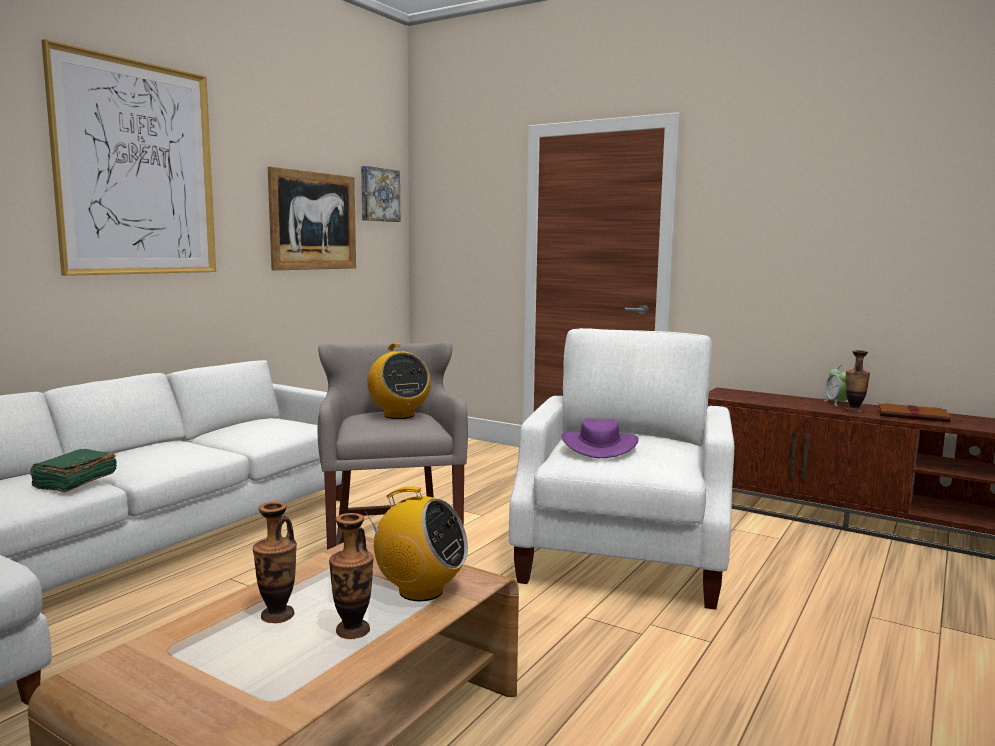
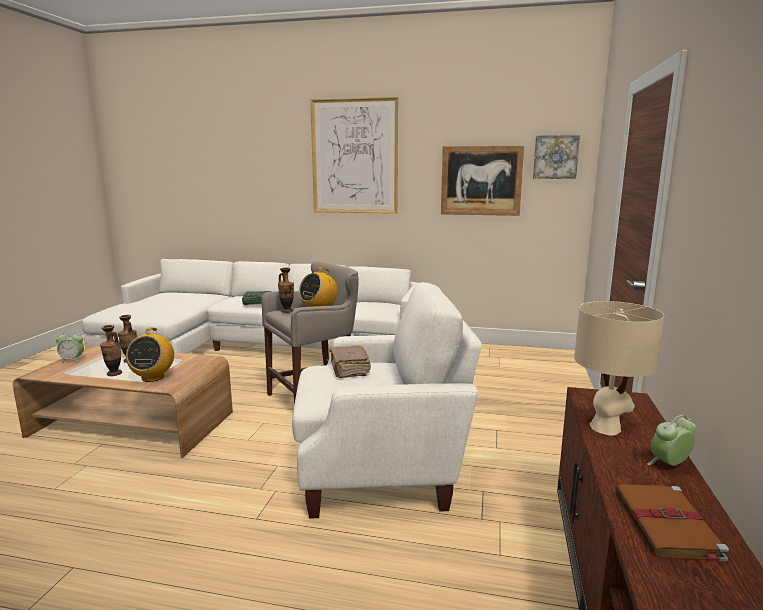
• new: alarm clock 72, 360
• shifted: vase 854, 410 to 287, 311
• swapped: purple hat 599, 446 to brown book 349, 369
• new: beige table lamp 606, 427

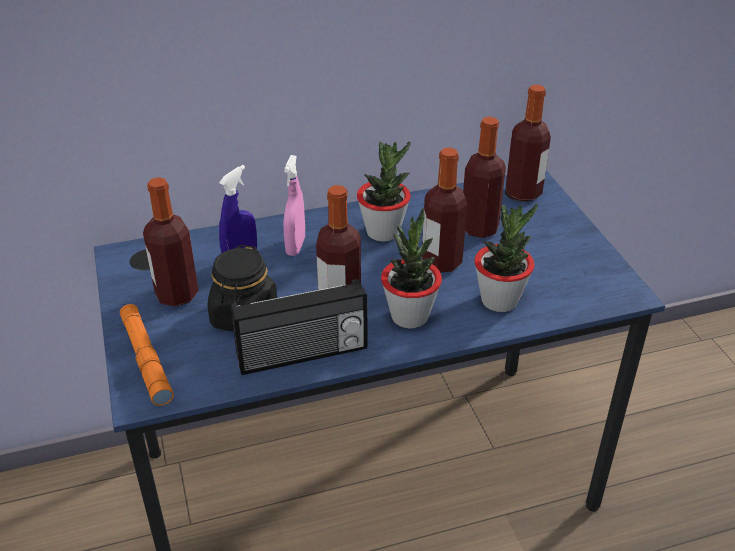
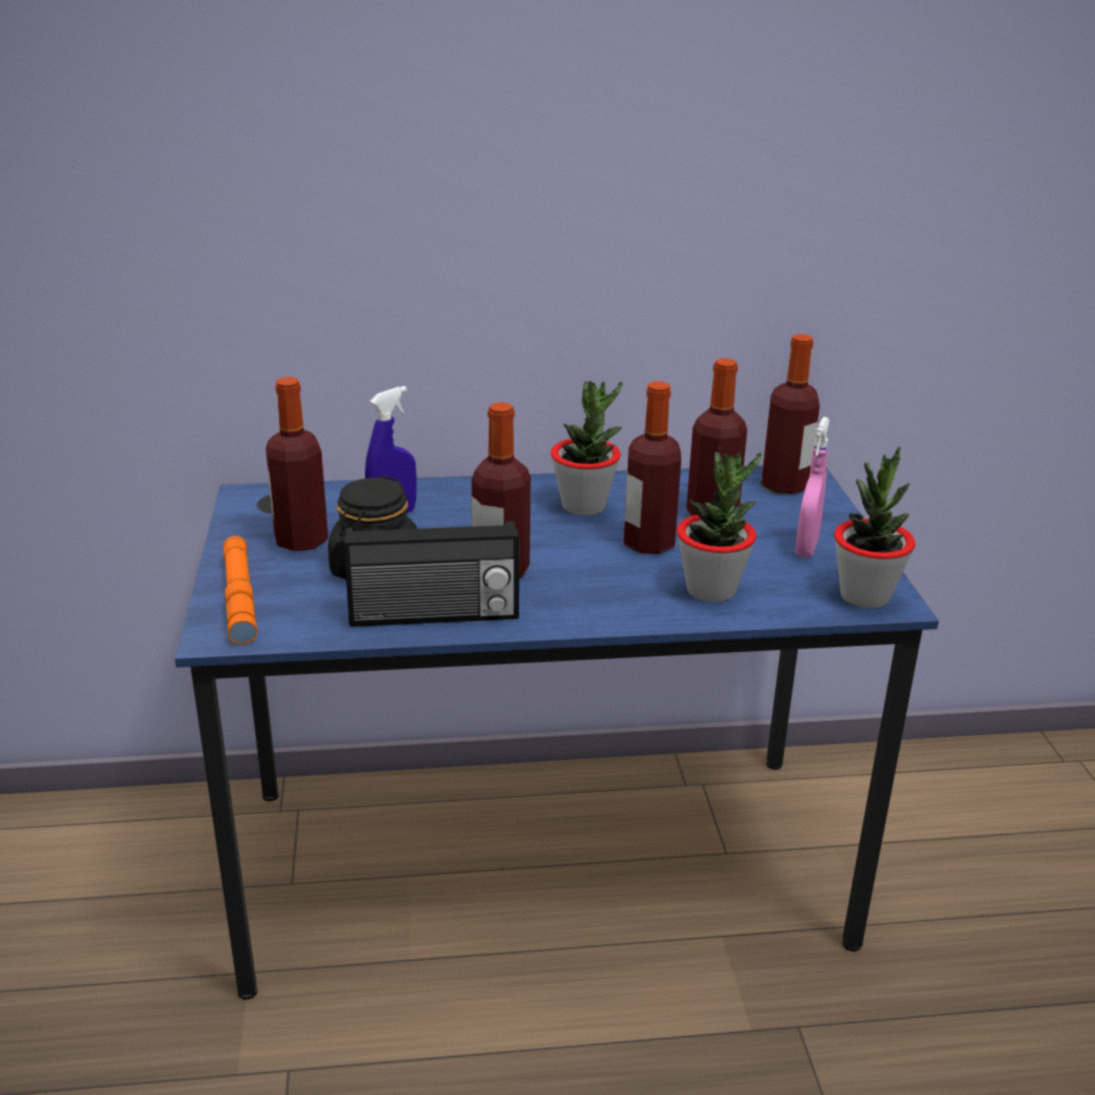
• shifted: pink spray bottle 295, 246 to 806, 548
• shifted: potted plant 409, 316 to 865, 596

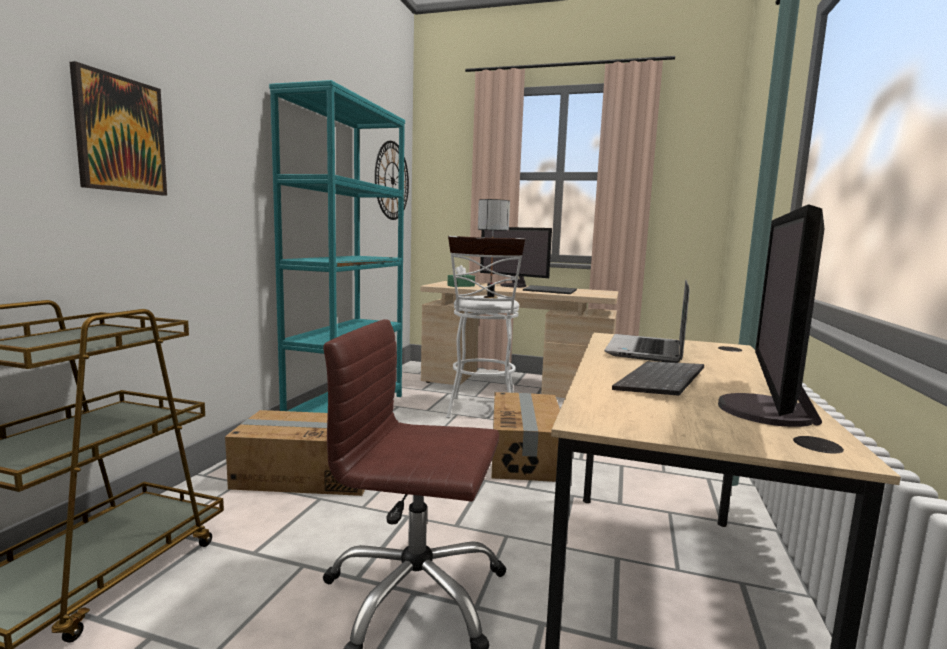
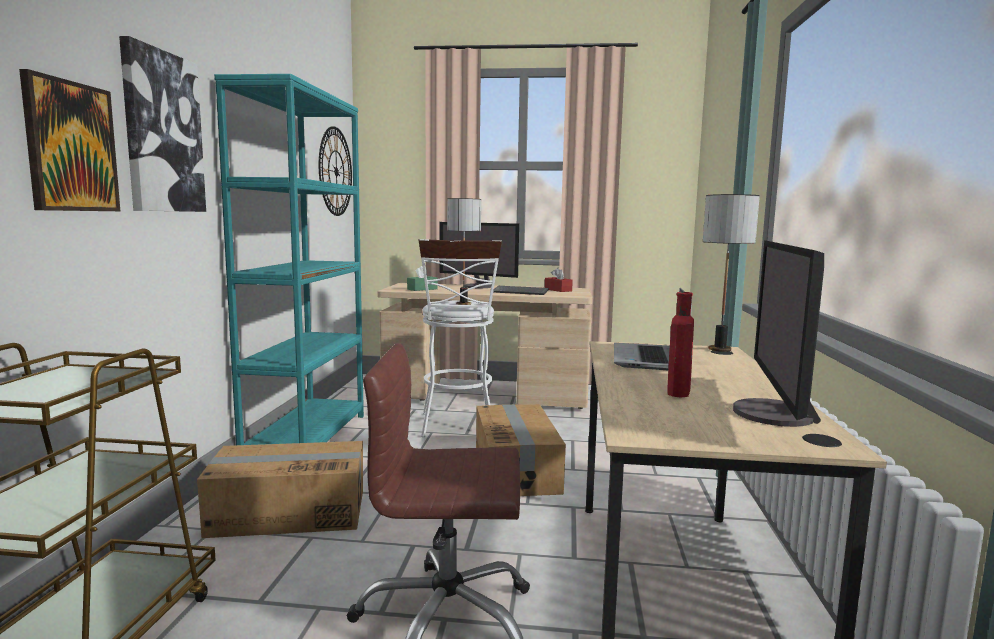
• new: picture 162, 132
• new: red tissue box 558, 290
• swapped: keyboard 663, 381 to red bottle 678, 391
• new: table lamp 720, 349

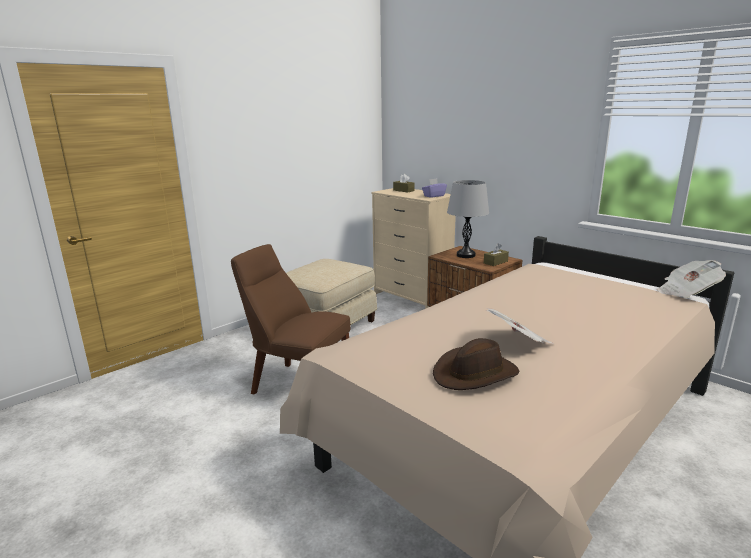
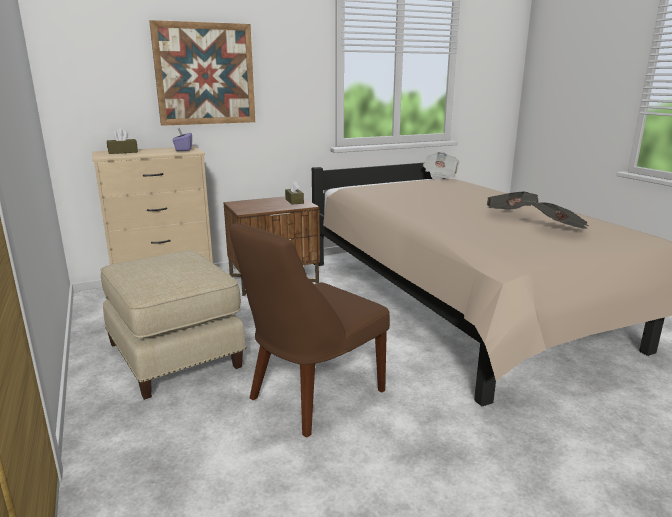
• new: picture 205, 74
• swapped: brown hat 475, 374 to newspaper 560, 231
• gone: grey table lamp 465, 255

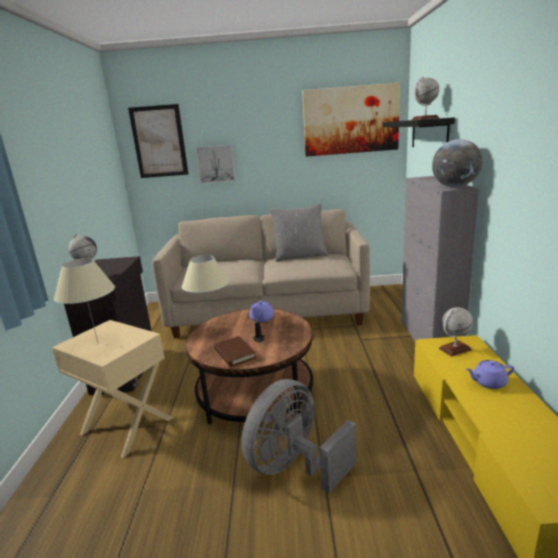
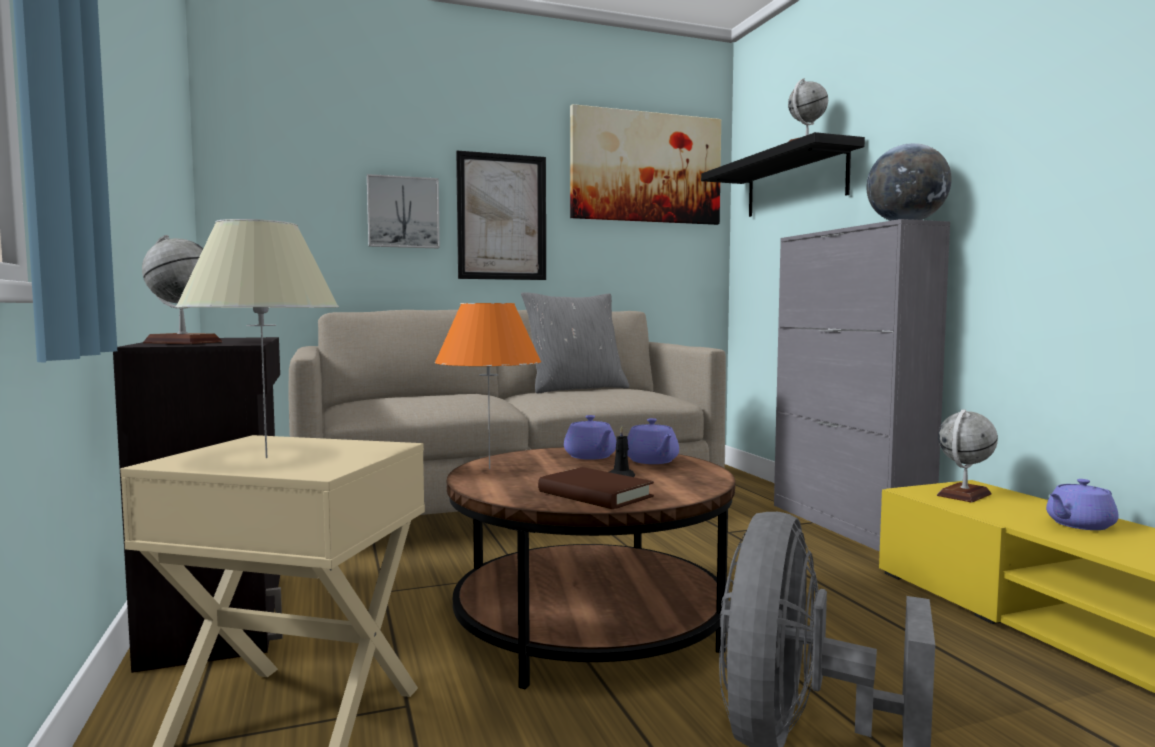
• repainted: beige table lamp 211, 327 to orange table lamp 489, 469
• shifted: picture 159, 142 to 502, 217
• new: purple teapot 652, 461

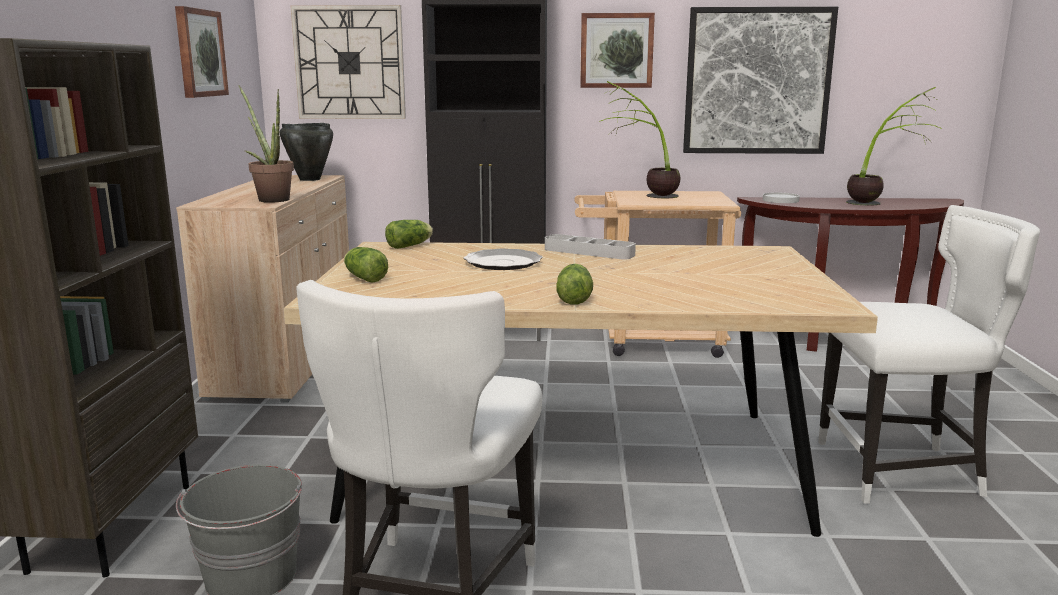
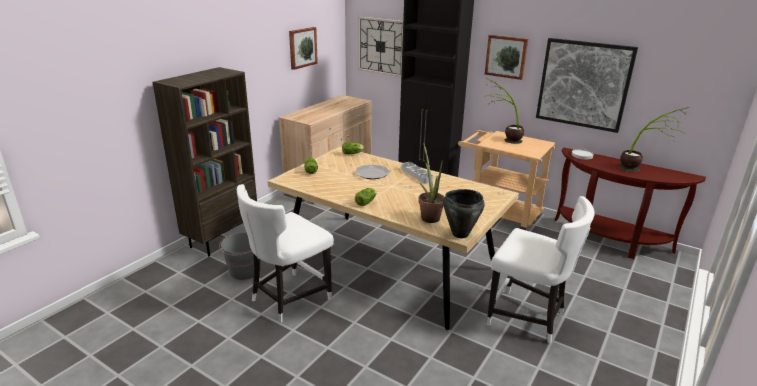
• shifted: potted plant 270, 199 to 429, 216
• shifted: black cooking pot 309, 179 to 459, 234

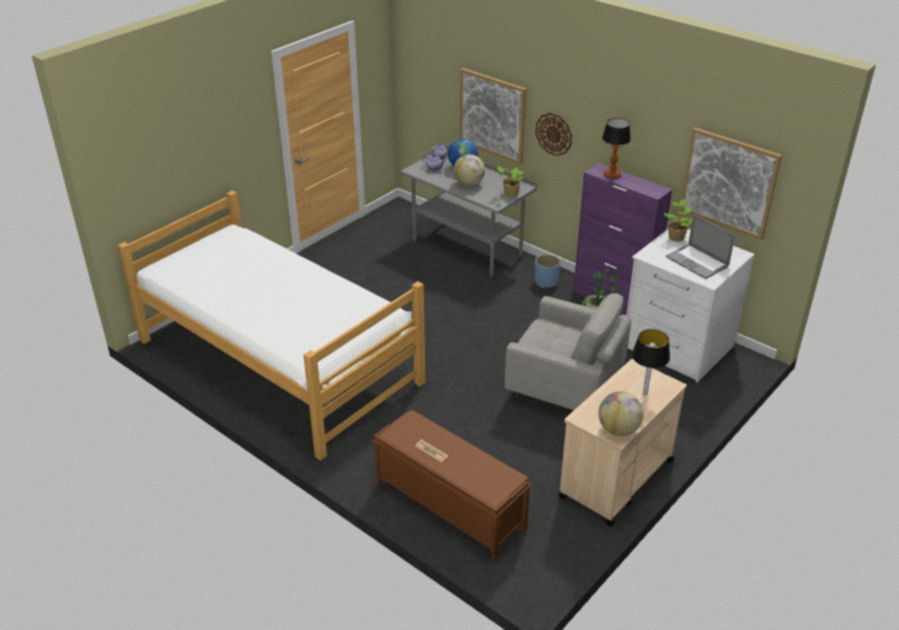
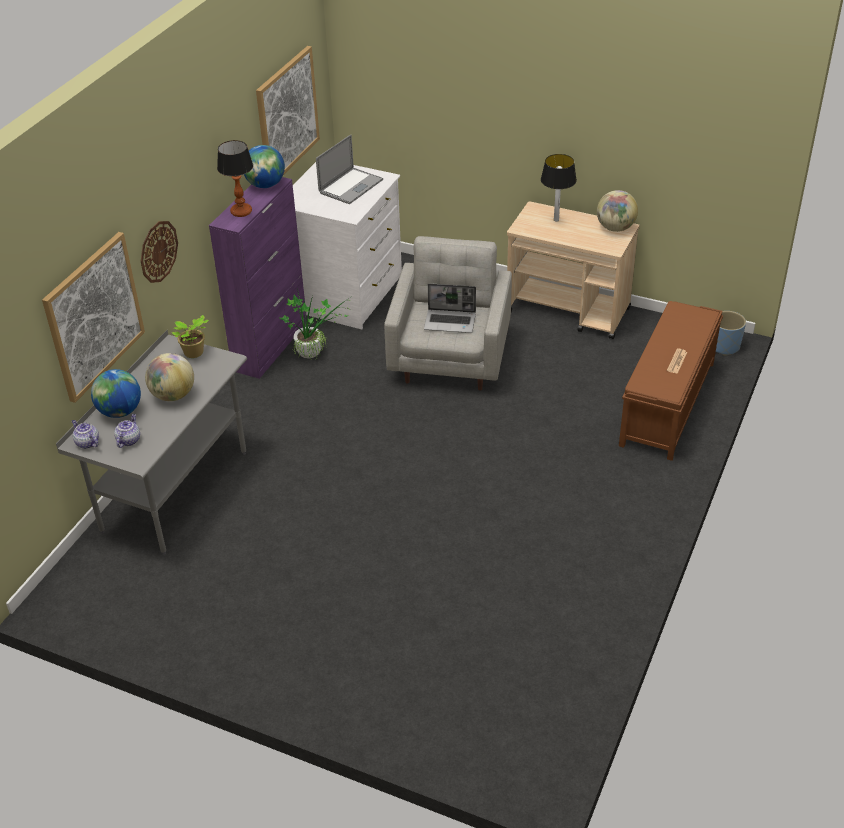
• new: globe 265, 185
• new: laptop 450, 322
• shifted: blue planter 546, 282 to 725, 346
• gone: bed 279, 361
• gone: potted plant 676, 237

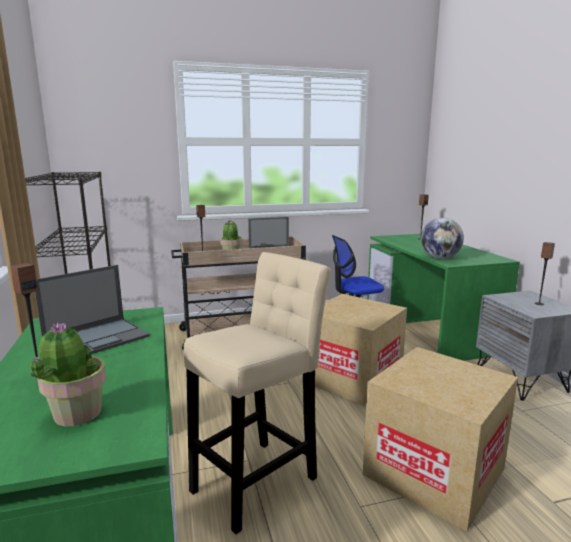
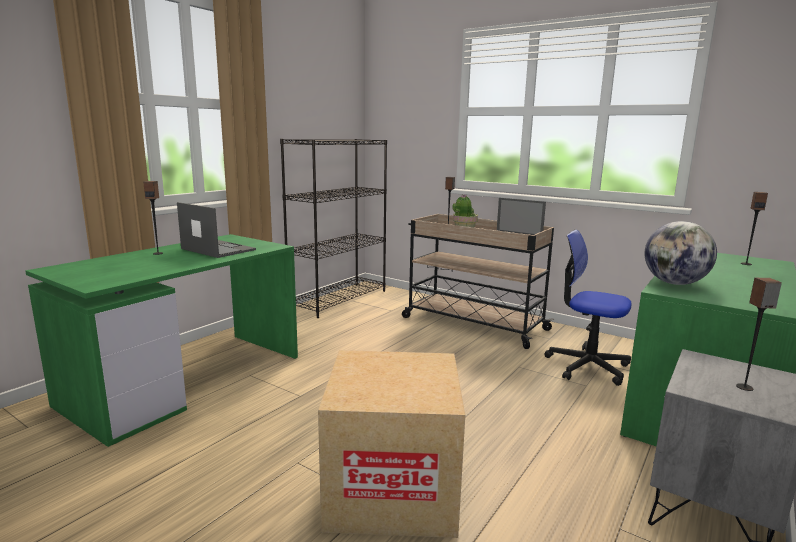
• rotated: laptop 97, 338 = 217, 249 150 degrees counterclockwise
• gone: potted plant 76, 414
• gone: beige stool 259, 480
• gone: cardboard box 352, 378

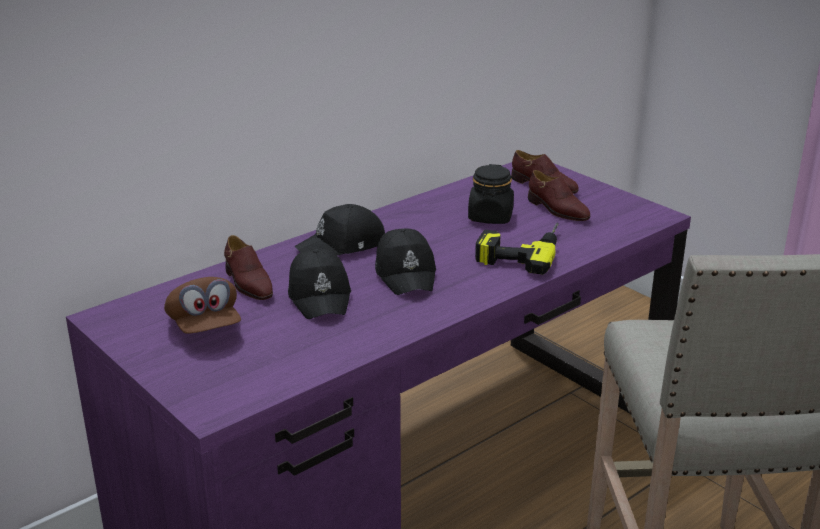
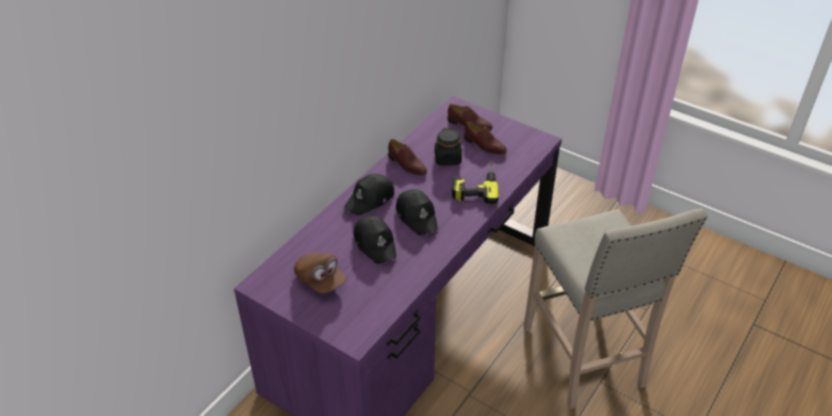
• shifted: brown shoe 248, 283 to 407, 165

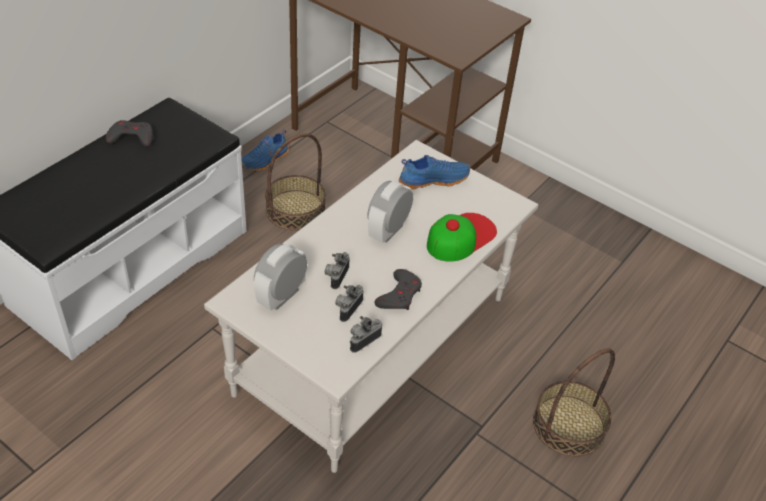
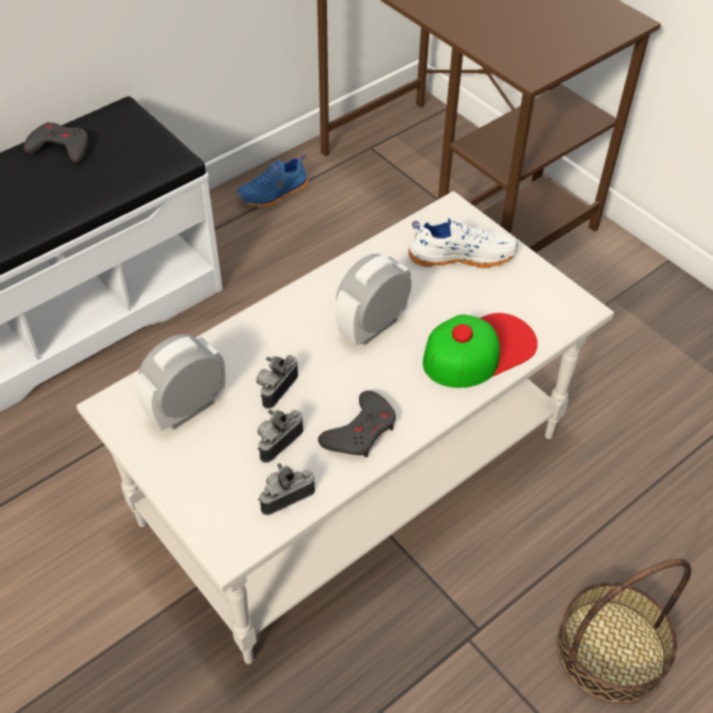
• repainted: blue shoe 433, 179 to white shoe 461, 255
• gone: basket 295, 210

